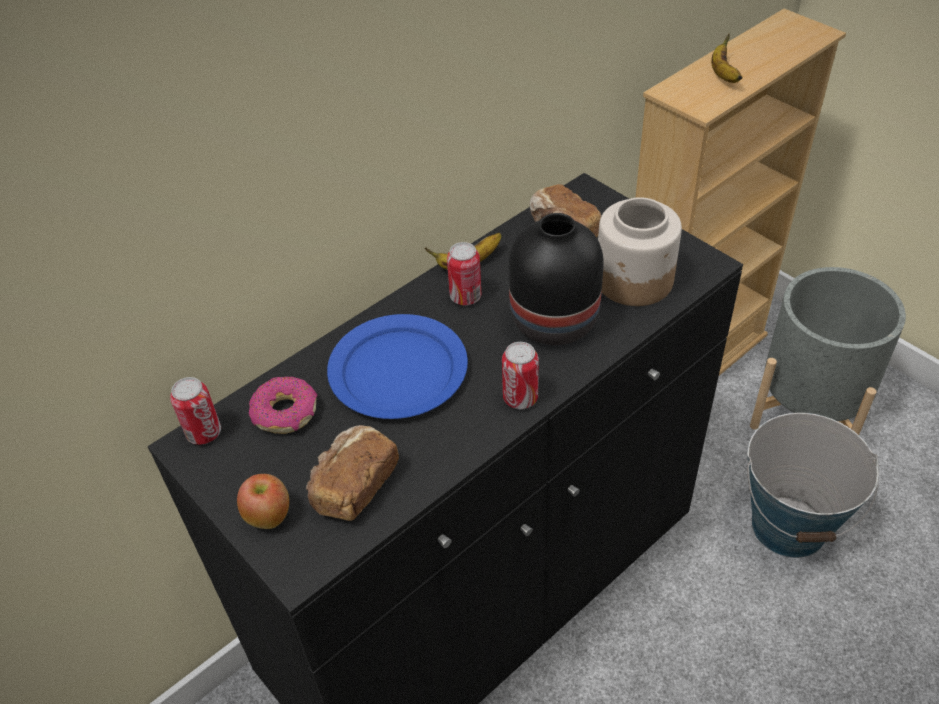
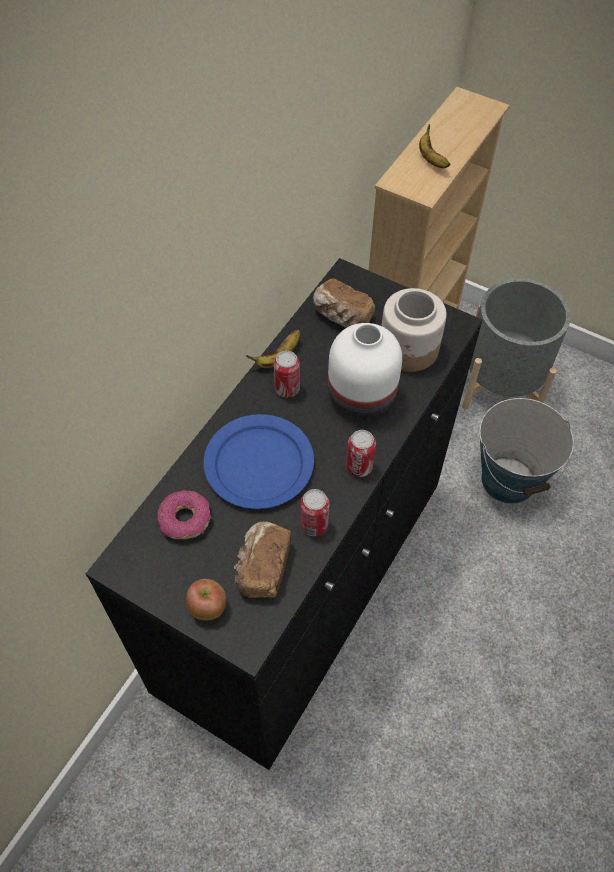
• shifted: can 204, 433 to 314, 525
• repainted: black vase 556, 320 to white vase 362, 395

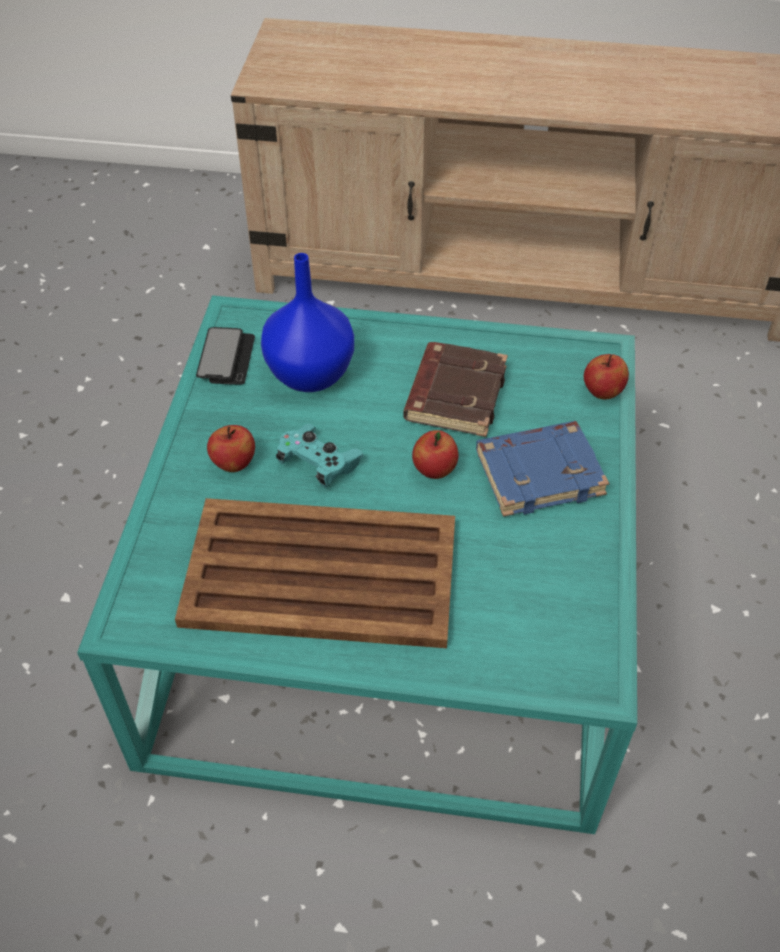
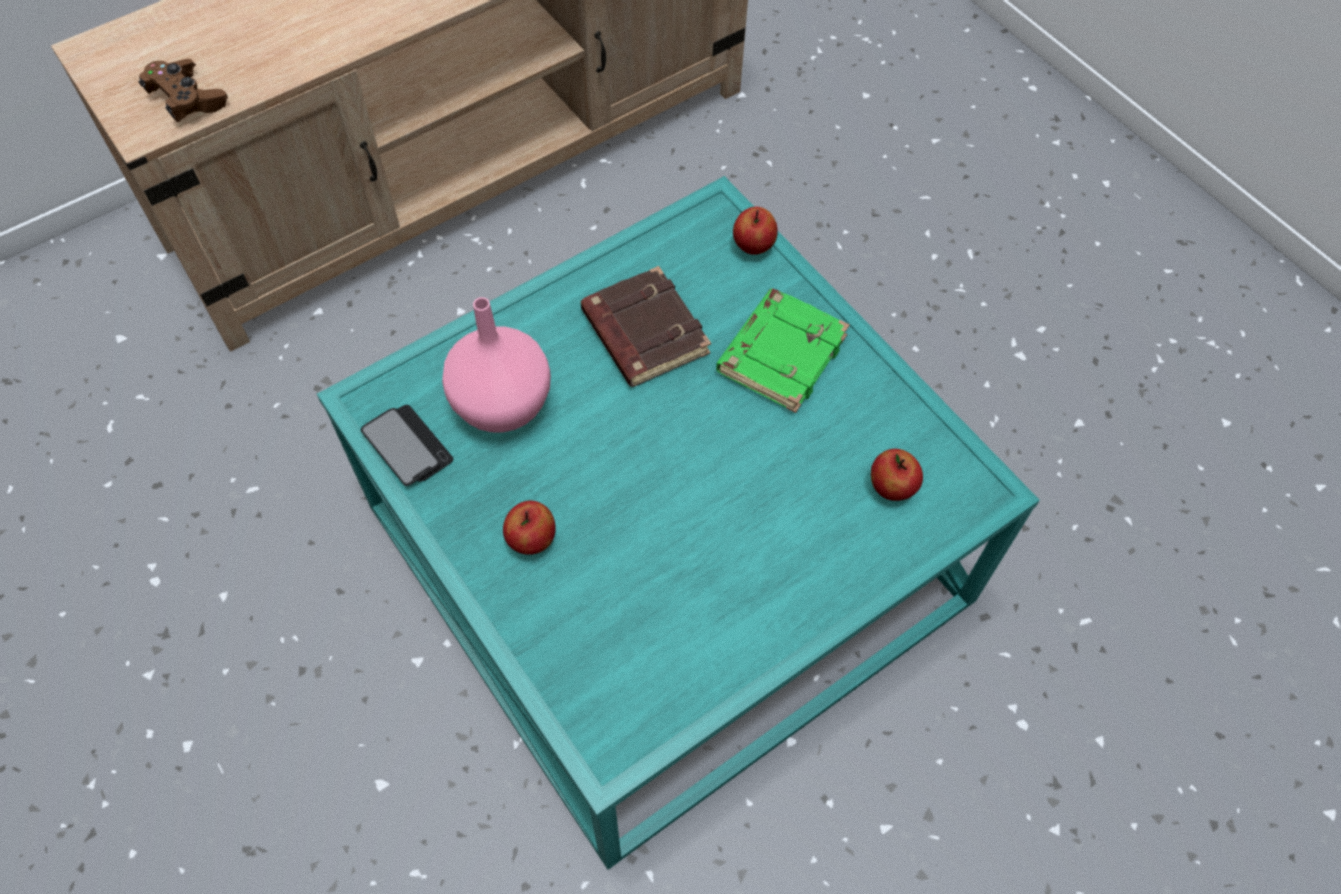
• new: brown game controller 187, 100
• repainted: blue vase 312, 375 to pink vase 504, 405
• repainted: blue book 540, 472 to green book 780, 353
• shifted: apple 434, 470 to 892, 487
• gone: brown tray 323, 575
• gone: turquoise game controller 318, 464

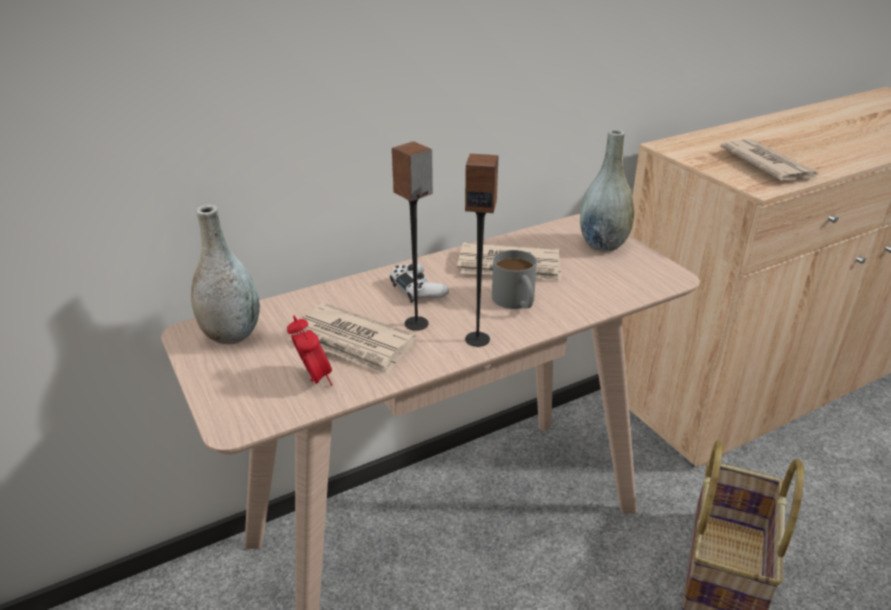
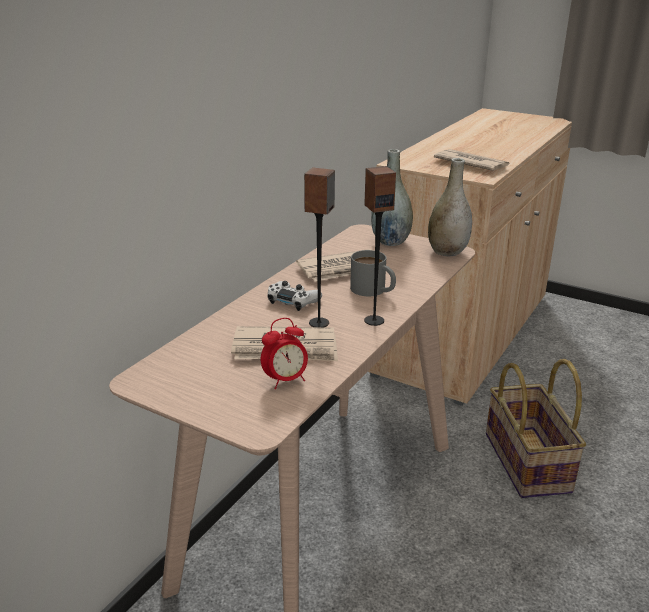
• rotated: alarm clock 313, 379 = 285, 380 120 degrees clockwise
• shifted: grey vase 232, 335 to 447, 252

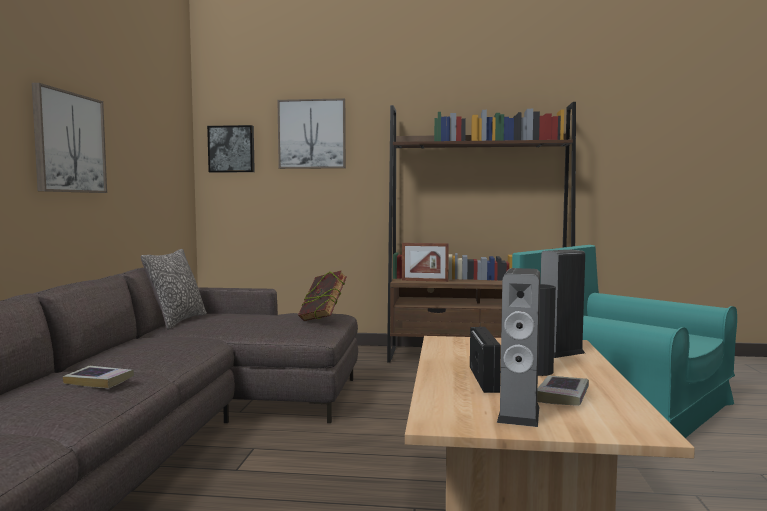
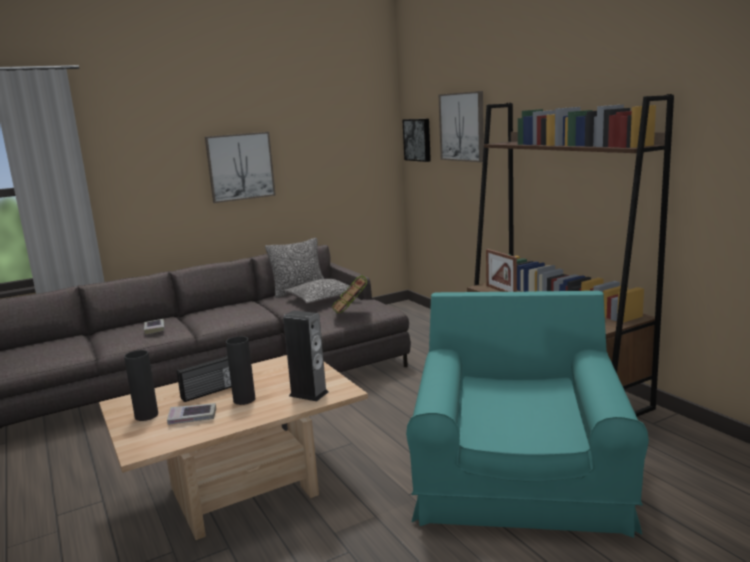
• swapped: speaker 518, 414 to black vase 146, 415
• new: pillow 322, 300

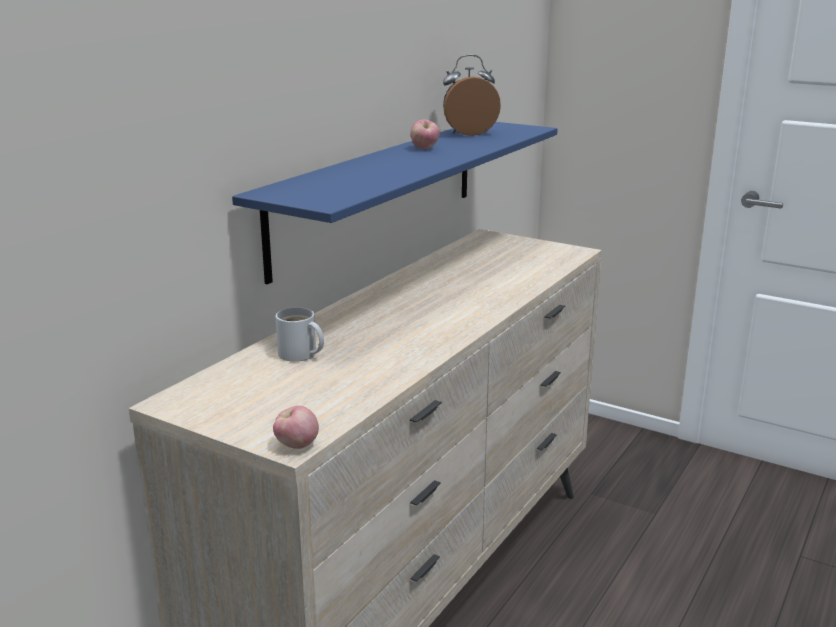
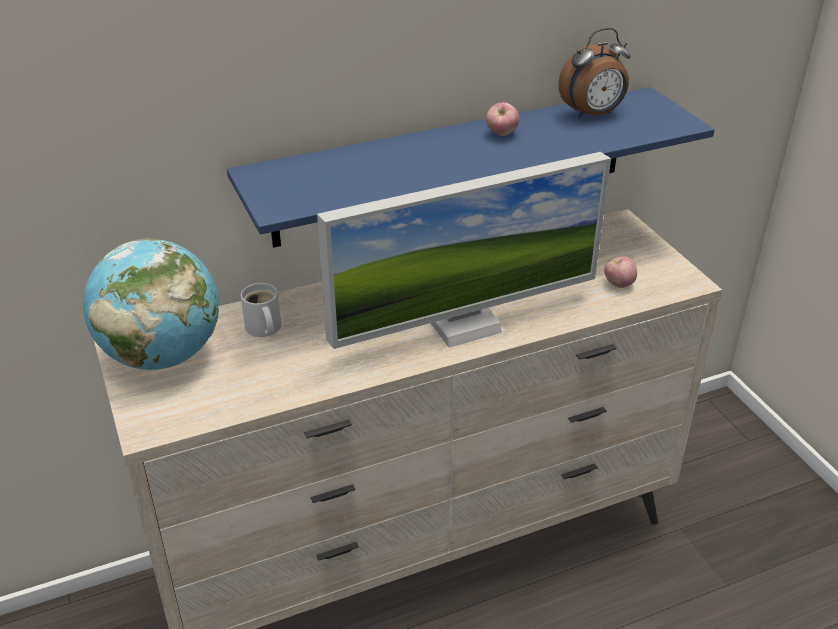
• new: globe 162, 355
• new: monitor 464, 325
• rotated: alarm clock 468, 133 = 593, 114 135 degrees clockwise
• shifted: apple 296, 446 to 618, 284

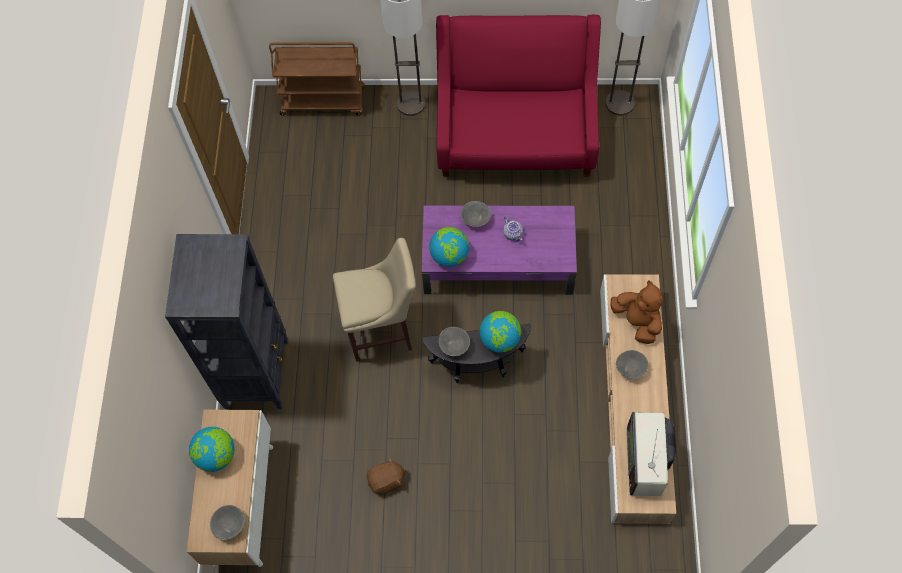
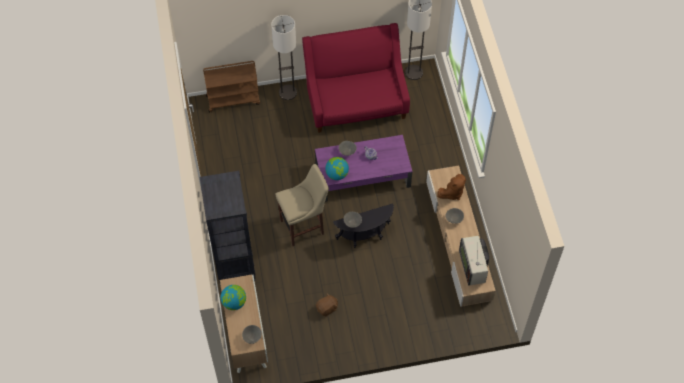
• rotated: brown plush toy 637, 321 = 452, 193 105 degrees clockwise
• gone: globe 500, 339

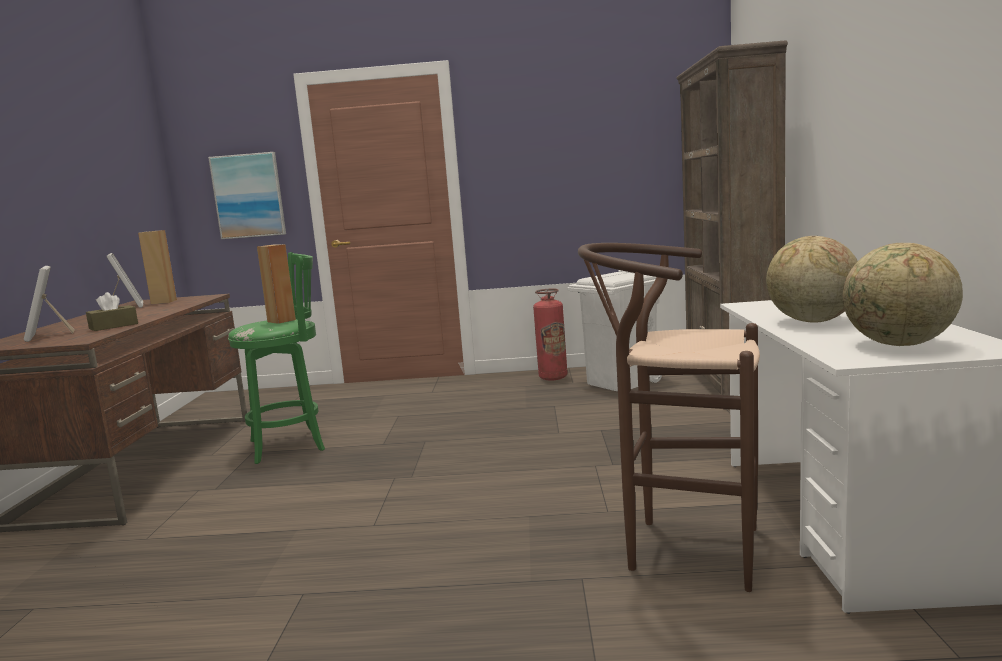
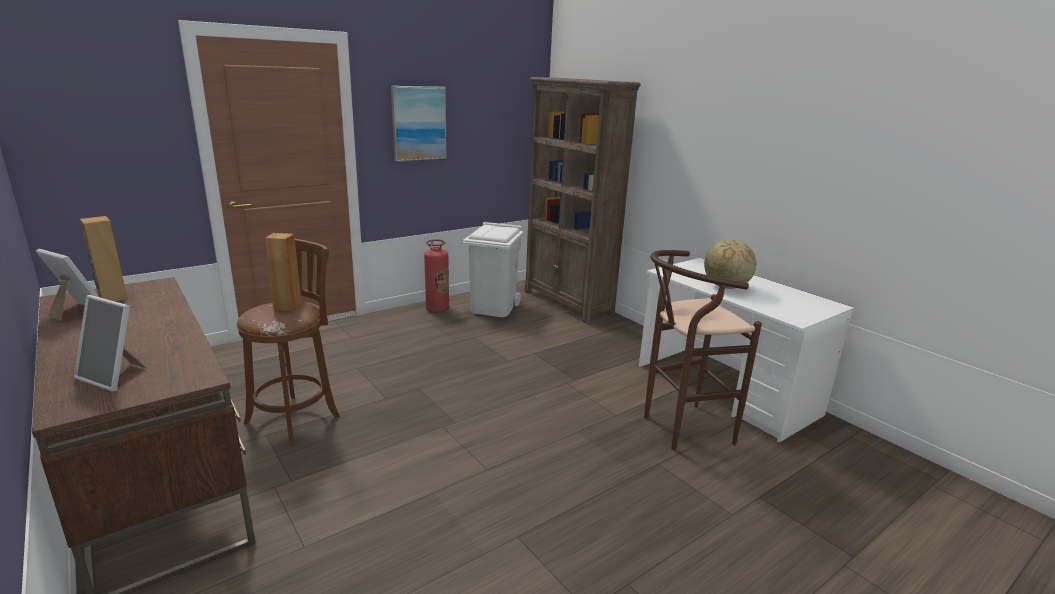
• repainted: green stool 292, 444 to brown stool 296, 417
• shifted: picture 248, 196 to 418, 123
• gone: brown tissue box 113, 326
• gone: globe 898, 345

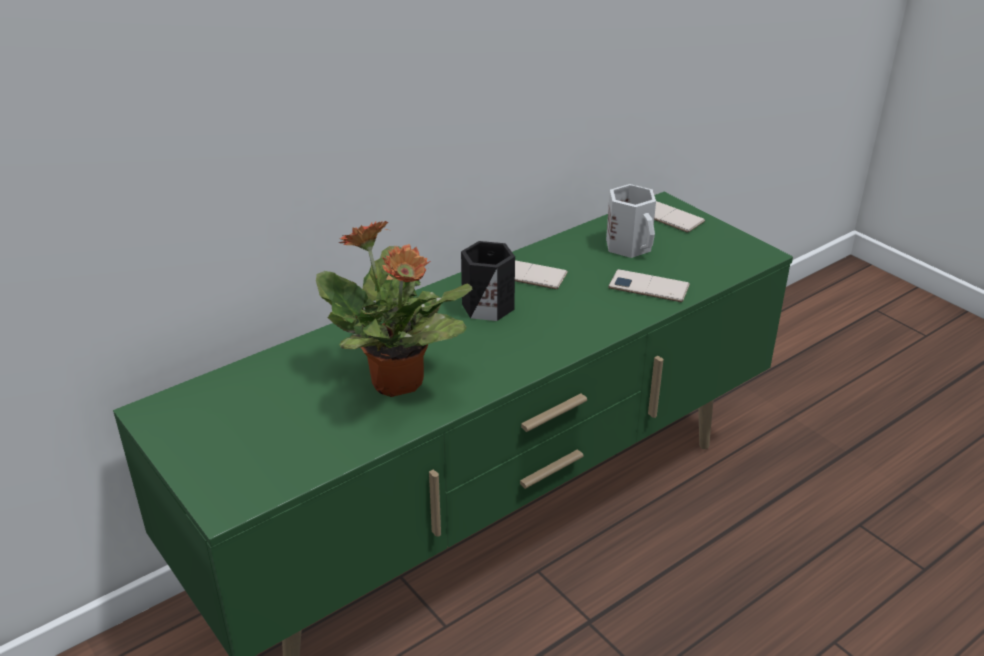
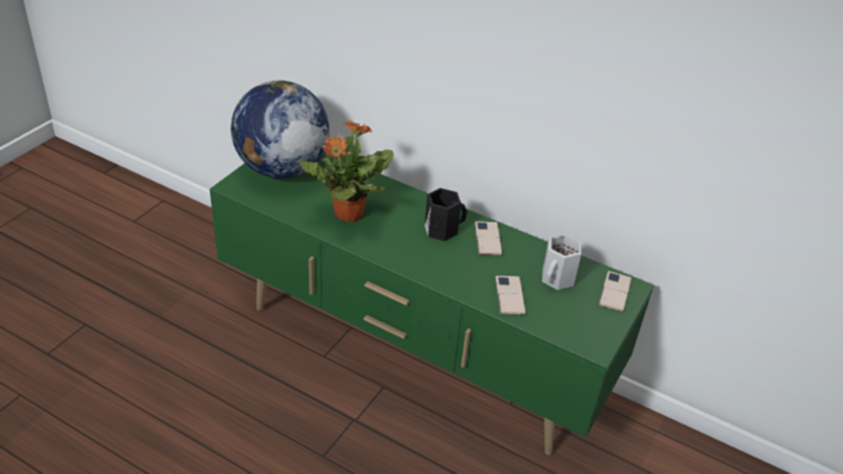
• new: globe 281, 169

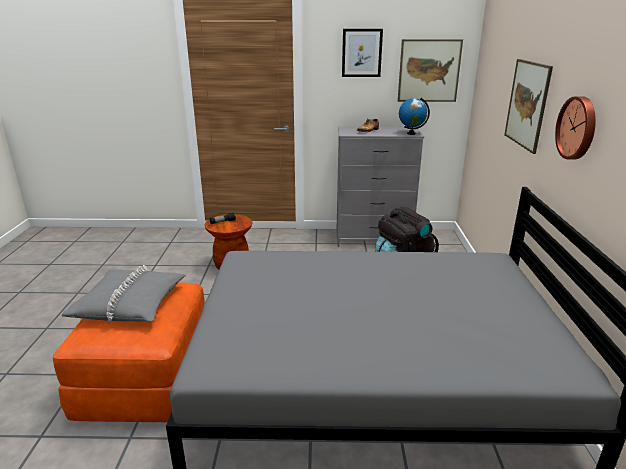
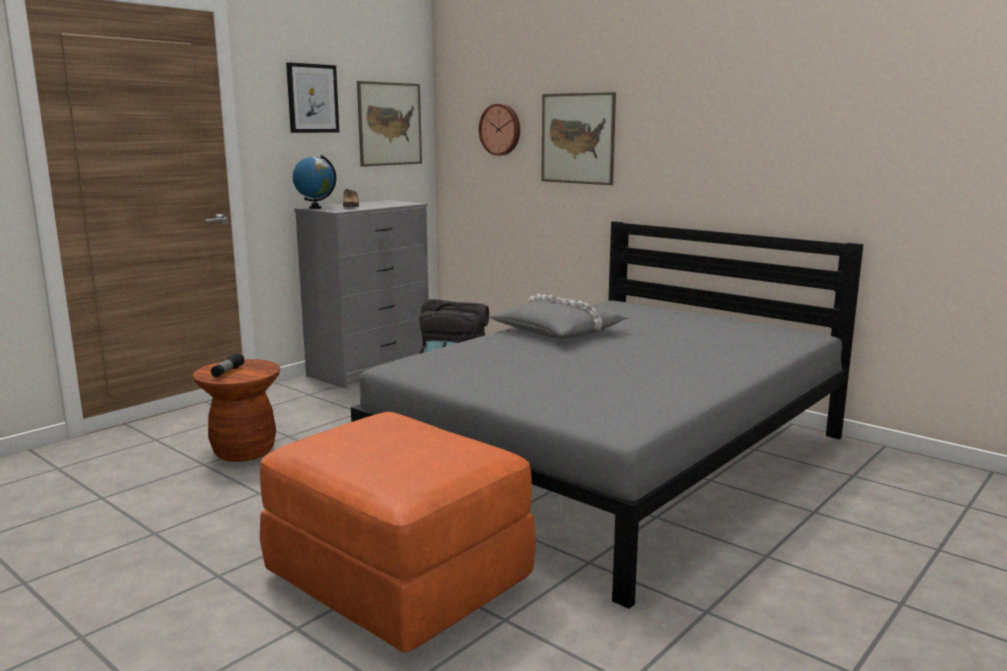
• shifted: globe 411, 133 to 315, 208
• shifted: wall clock 578, 128 to 501, 129
• shifted: grey pillow 130, 304 to 559, 330

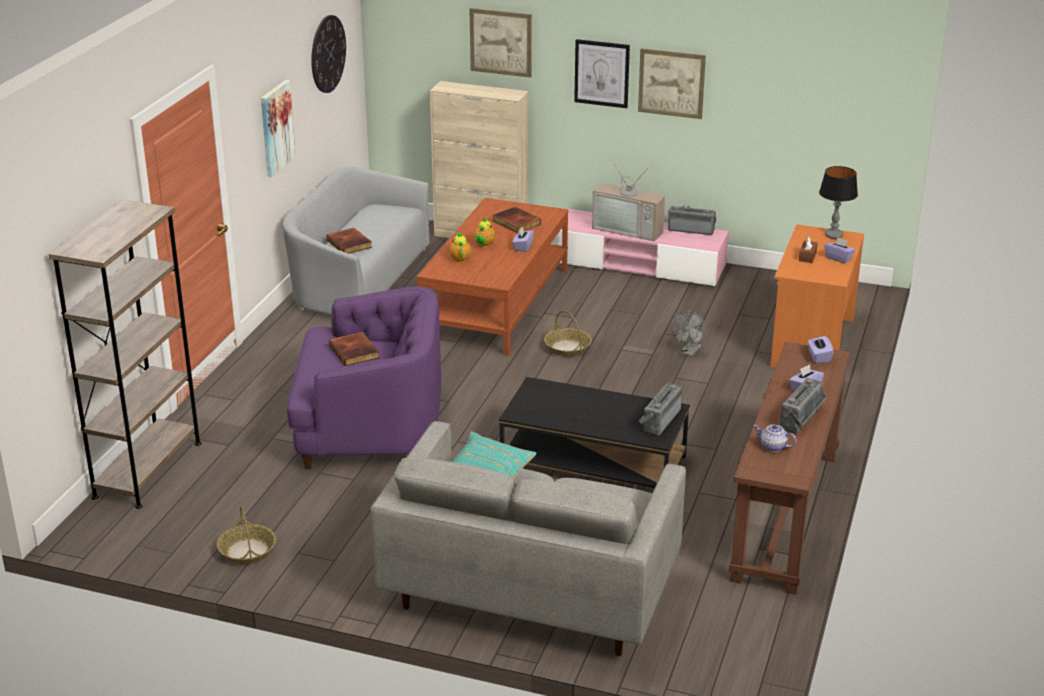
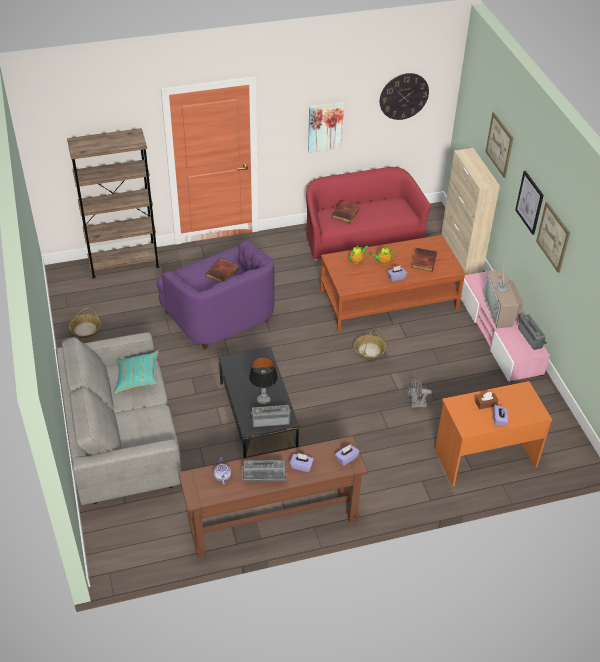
• shifted: table lamp 833, 235 to 263, 400
• repainted: grey sofa 358, 279 to red sofa 361, 235

